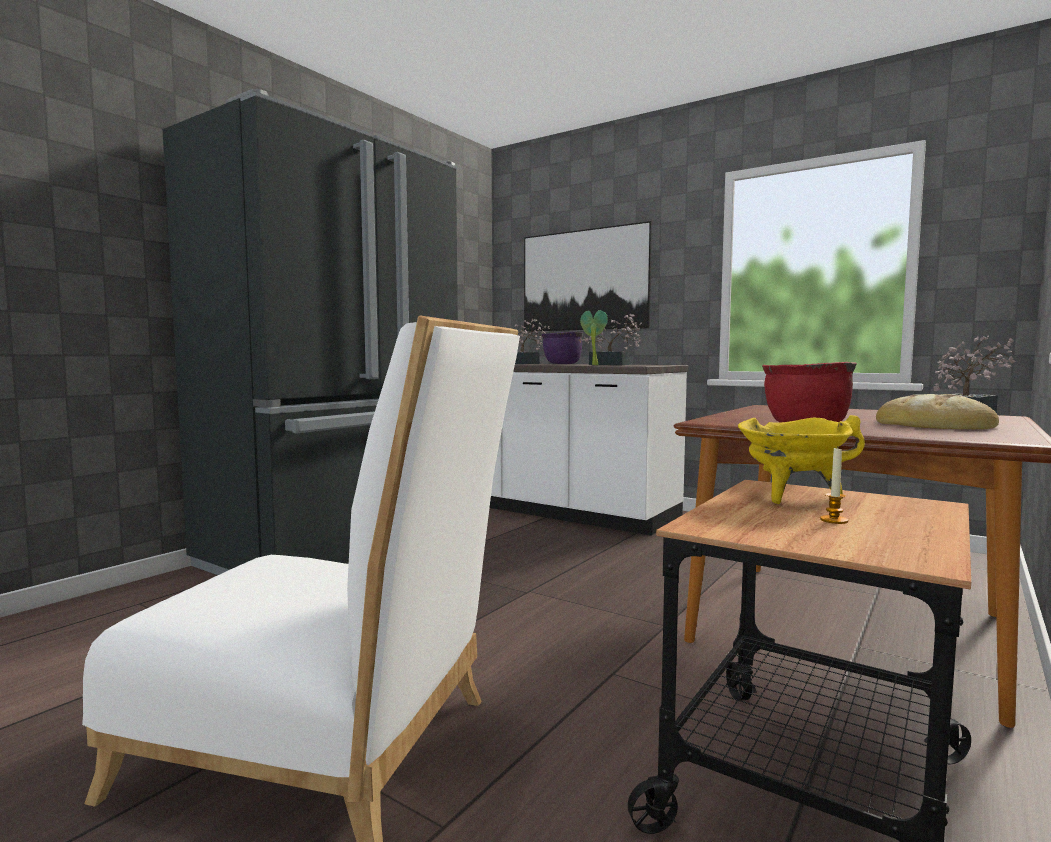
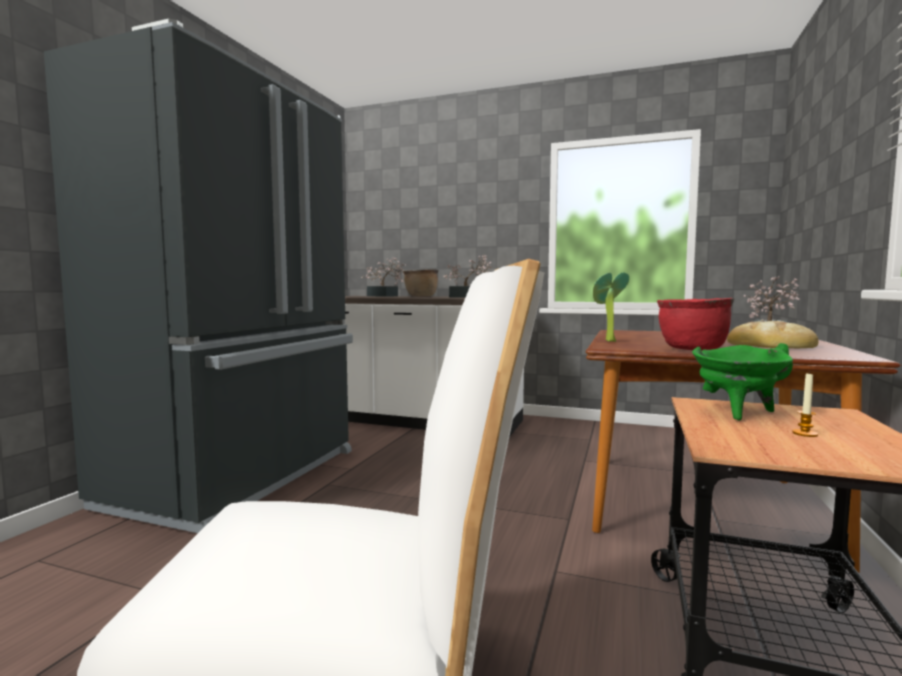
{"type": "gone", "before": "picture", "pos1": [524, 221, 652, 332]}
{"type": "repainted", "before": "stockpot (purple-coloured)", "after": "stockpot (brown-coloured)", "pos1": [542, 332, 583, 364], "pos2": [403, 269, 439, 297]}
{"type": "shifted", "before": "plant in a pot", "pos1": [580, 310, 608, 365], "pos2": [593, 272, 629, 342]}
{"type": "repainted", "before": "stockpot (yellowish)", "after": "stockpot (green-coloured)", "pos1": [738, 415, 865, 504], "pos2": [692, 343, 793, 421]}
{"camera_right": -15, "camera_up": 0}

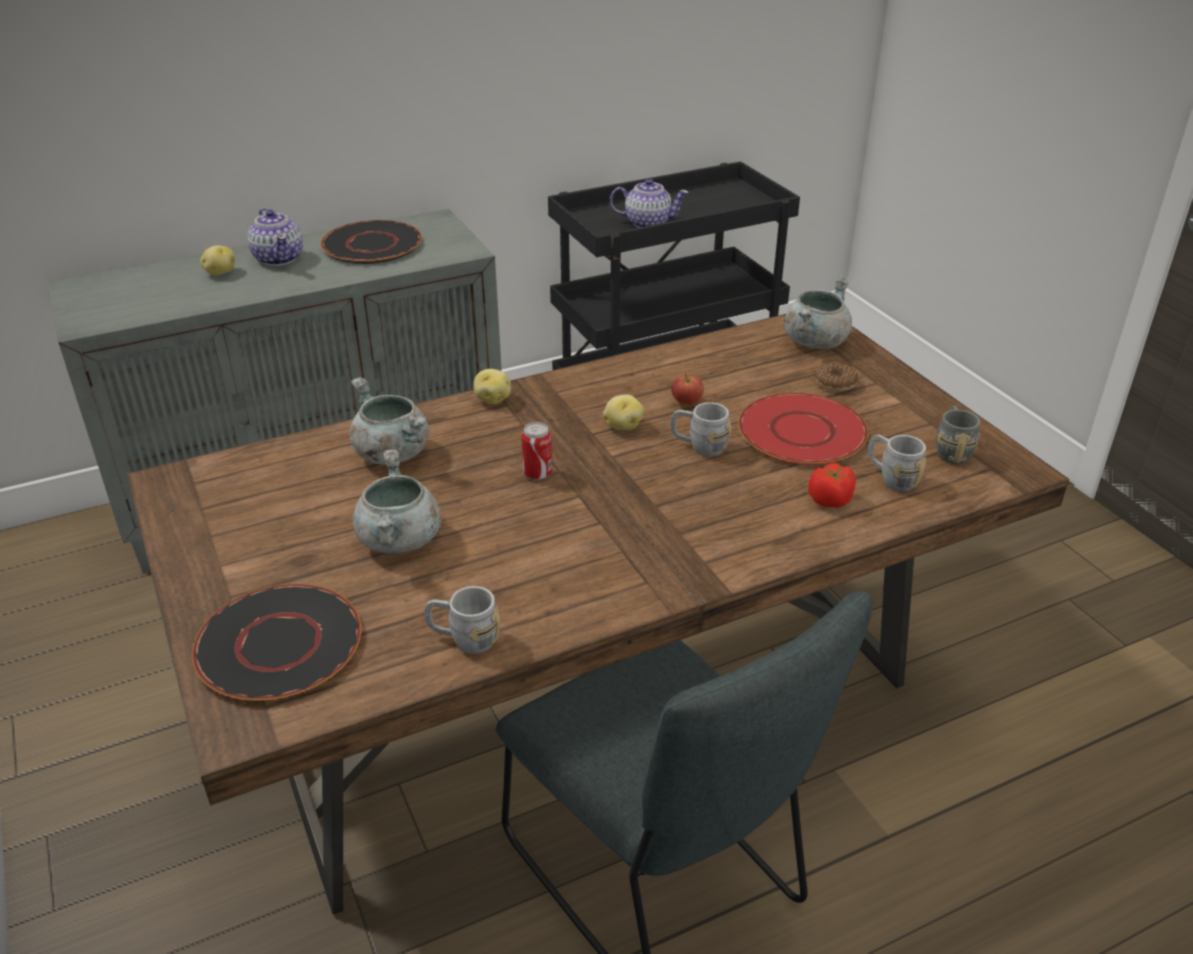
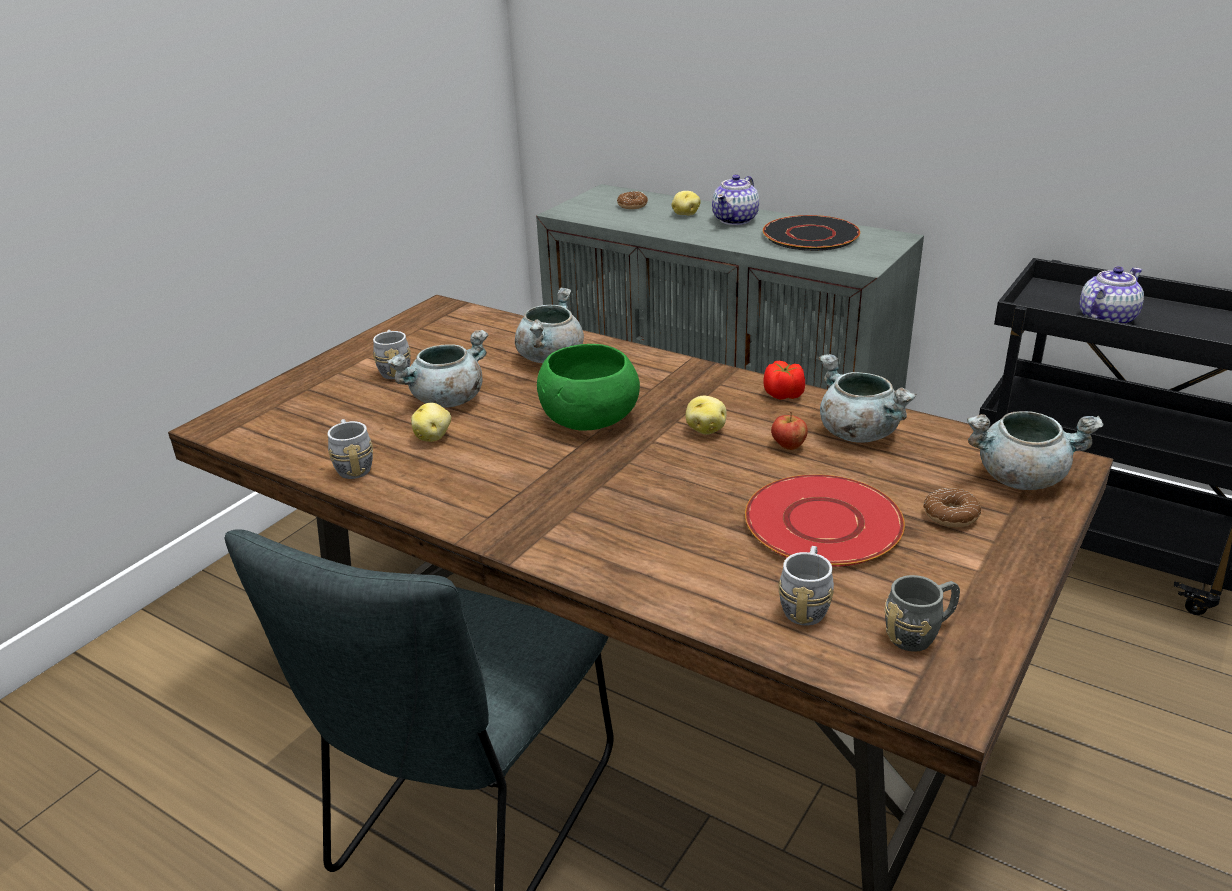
{"type": "gone", "before": "flat dish (black)", "pos1": [192, 584, 362, 701]}
{"type": "shifted", "before": "whole potato", "pos1": [473, 369, 511, 404], "pos2": [411, 403, 451, 442]}
{"type": "swapped", "before": "can", "after": "deep dish (green-coloured)", "pos1": [521, 422, 552, 480], "pos2": [537, 344, 640, 431]}
{"type": "rotated", "before": "tea pot", "pos1": [610, 179, 689, 228], "pos2": [1079, 266, 1144, 324], "turn": -105}
{"type": "shifted", "before": "coffee mug (greyish)", "pos1": [670, 402, 731, 456], "pos2": [373, 330, 411, 379]}
{"type": "shifted", "before": "whole tomato", "pos1": [808, 463, 856, 508], "pos2": [763, 361, 805, 400]}
{"type": "new", "after": "doughnut", "pos2": [617, 191, 648, 209]}
{"type": "new", "after": "stockpot (greyish)", "pos2": [819, 354, 917, 443]}
{"camera_right": 60, "camera_up": -5}

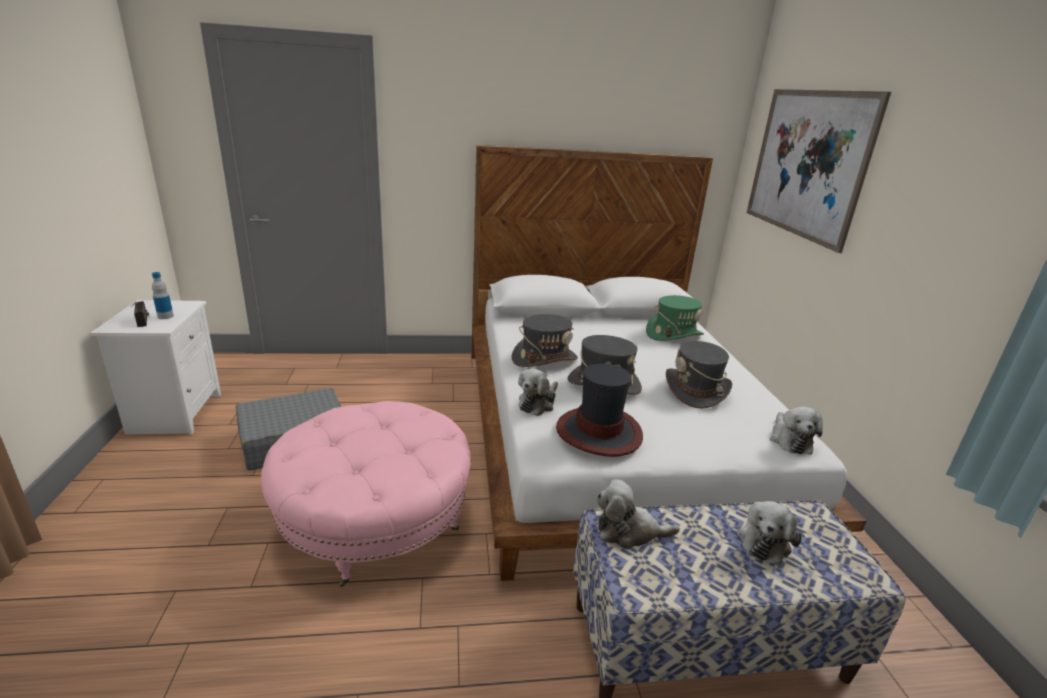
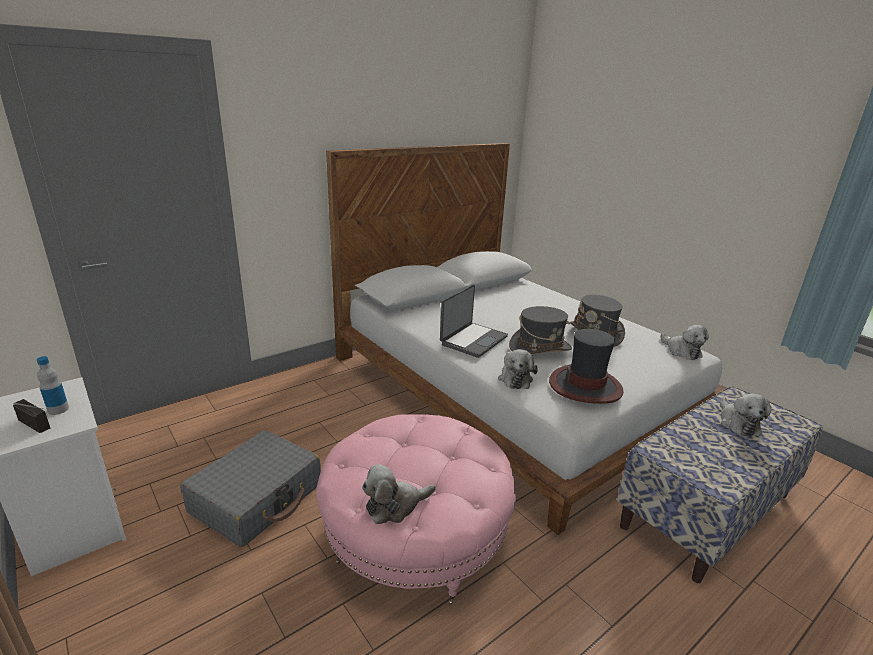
{"type": "swapped", "before": "hat (greyish)", "after": "laptop", "pos1": [512, 314, 578, 367], "pos2": [440, 285, 508, 358]}
{"type": "shifted", "before": "soft toy", "pos1": [597, 479, 680, 549], "pos2": [362, 464, 435, 524]}
{"type": "gone", "before": "hat (green-coloured)", "pos1": [646, 295, 704, 341]}
{"type": "gone", "before": "picture", "pos1": [747, 89, 891, 253]}
{"camera_right": -30, "camera_up": 0}

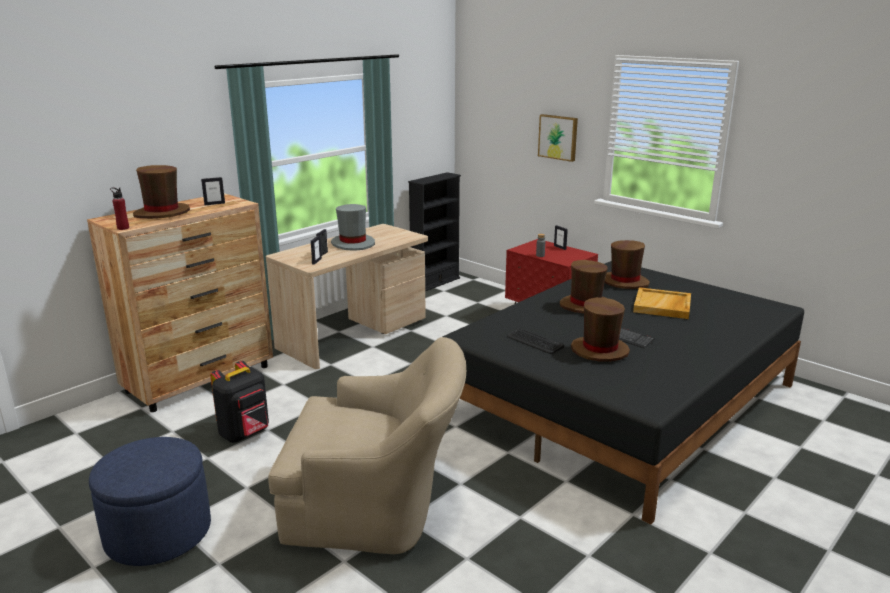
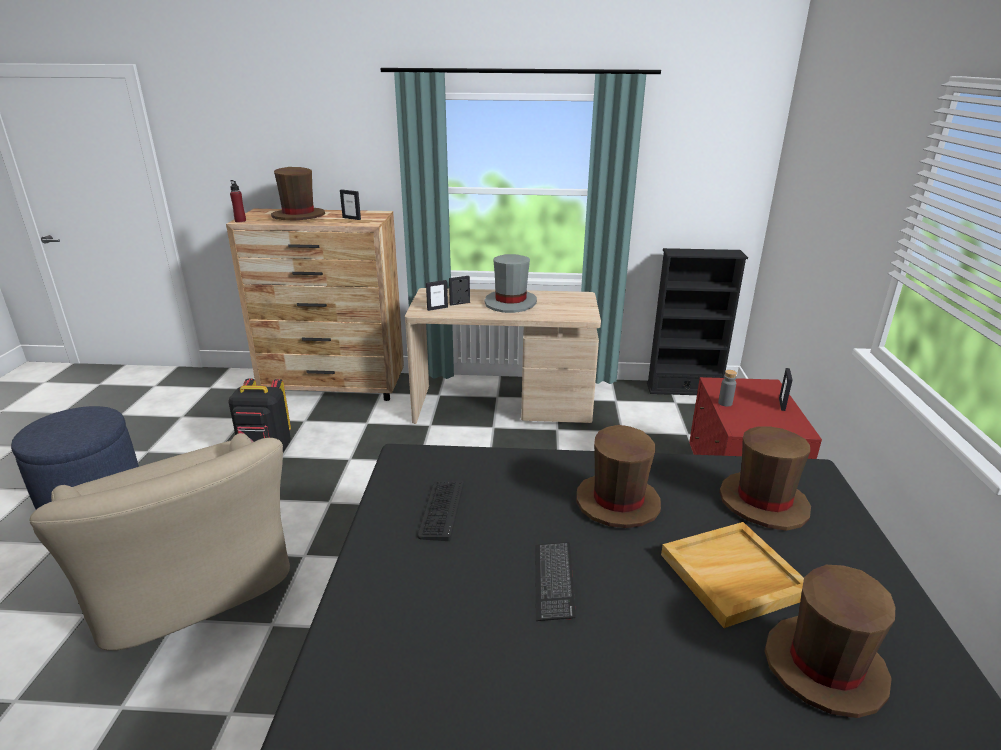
{"type": "gone", "before": "picture", "pos1": [538, 114, 578, 162]}
{"type": "shifted", "before": "hat (brown-coloured)", "pos1": [571, 297, 630, 362], "pos2": [764, 565, 895, 718]}
{"camera_right": 50, "camera_up": 5}

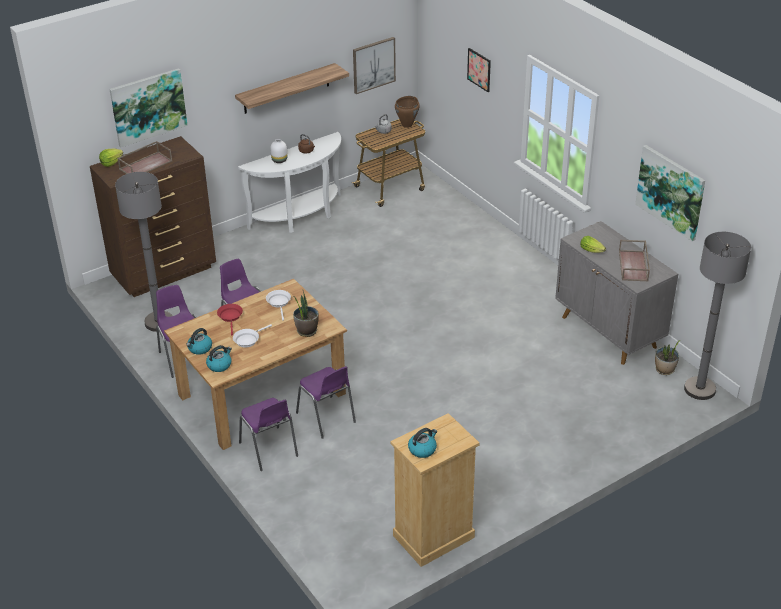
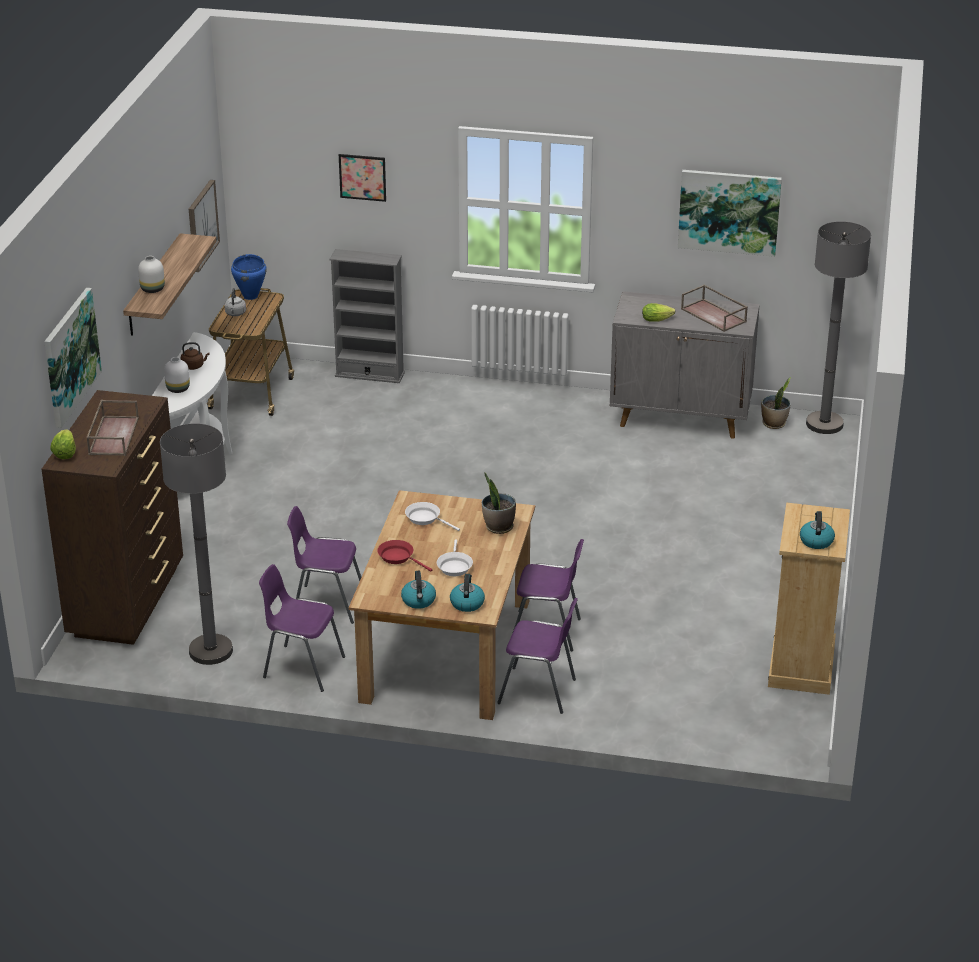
{"type": "repainted", "before": "stockpot (brown-coloured)", "after": "stockpot (blue)", "pos1": [395, 96, 420, 128], "pos2": [231, 254, 267, 300]}
{"type": "new", "after": "decorative vase (white-coloured)", "pos2": [138, 256, 165, 293]}
{"type": "new", "after": "bookshelf (greyish)", "pos2": [329, 249, 405, 383]}
{"camera_right": -45, "camera_up": -5}

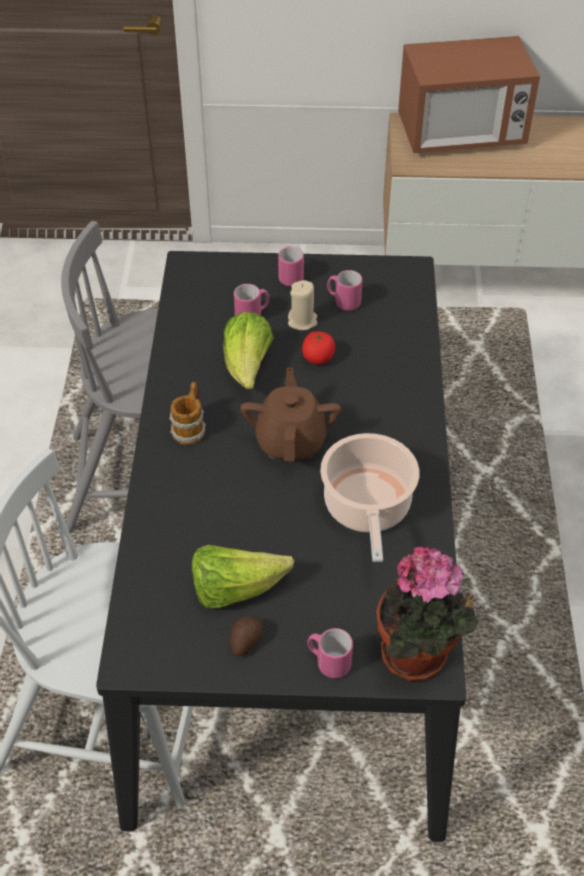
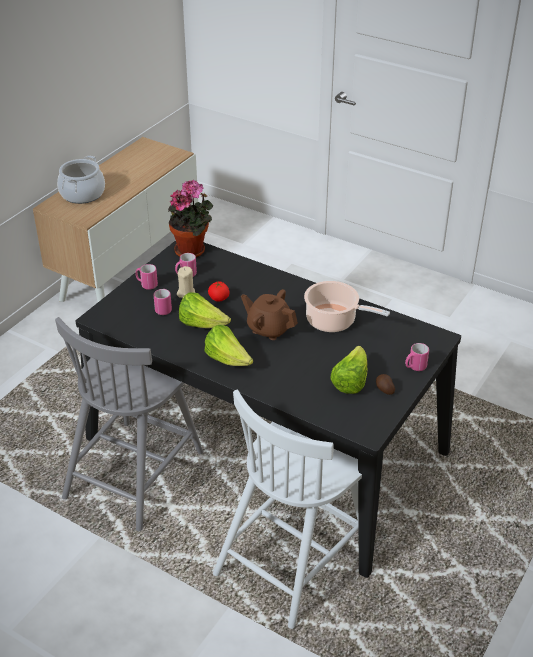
{"type": "swapped", "before": "coffee mug", "after": "lettuce head", "pos1": [169, 382, 206, 445], "pos2": [205, 325, 253, 366]}
{"type": "shifted", "before": "plant in a pot", "pos1": [376, 547, 478, 681], "pos2": [168, 180, 213, 258]}
{"type": "swapped", "before": "microwave oven", "after": "stockpot", "pos1": [398, 36, 540, 153], "pos2": [57, 156, 105, 204]}
{"camera_right": -60, "camera_up": -10}

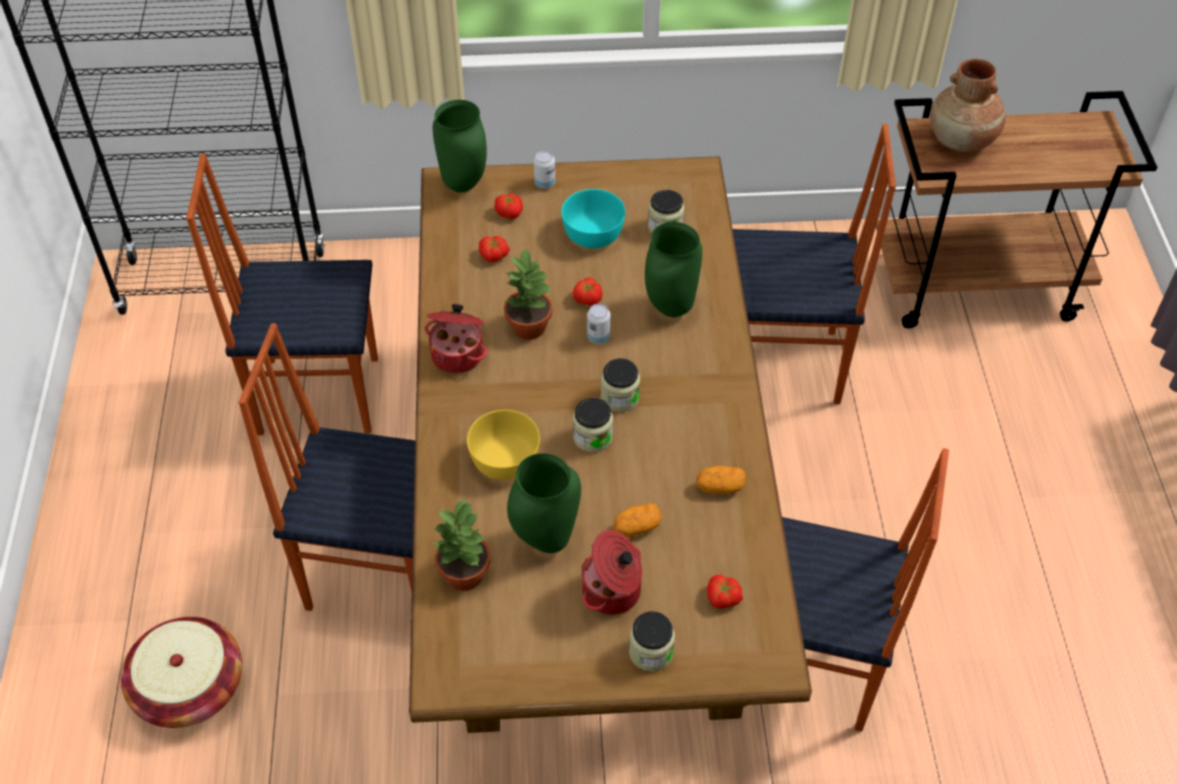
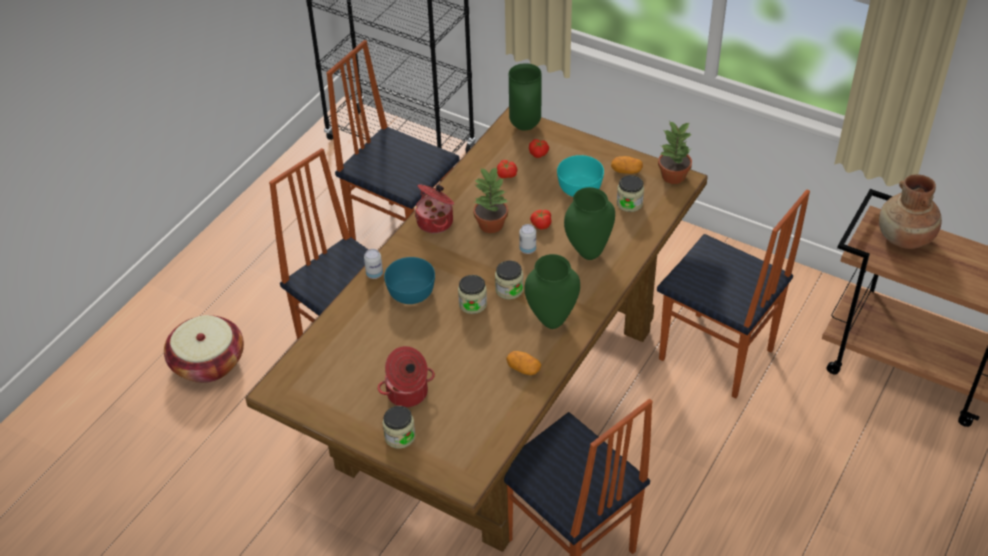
{"type": "shifted", "before": "plant in a pot", "pos1": [433, 498, 491, 591], "pos2": [658, 122, 692, 184]}
{"type": "repainted", "before": "deep dish (yellowish)", "after": "deep dish (blue-green)", "pos1": [467, 410, 540, 480], "pos2": [384, 257, 435, 304]}
{"type": "shifted", "before": "decorative vase (green-coloured)", "pos1": [507, 453, 581, 553], "pos2": [524, 254, 580, 329]}
{"type": "shifted", "before": "can", "pos1": [534, 150, 555, 189], "pos2": [364, 249, 383, 279]}
{"type": "shifted", "before": "whole potato", "pos1": [613, 503, 662, 537], "pos2": [611, 156, 643, 174]}
{"type": "gone", "before": "whole tomato", "pos1": [707, 575, 743, 609]}
{"camera_right": 35, "camera_up": -5}

